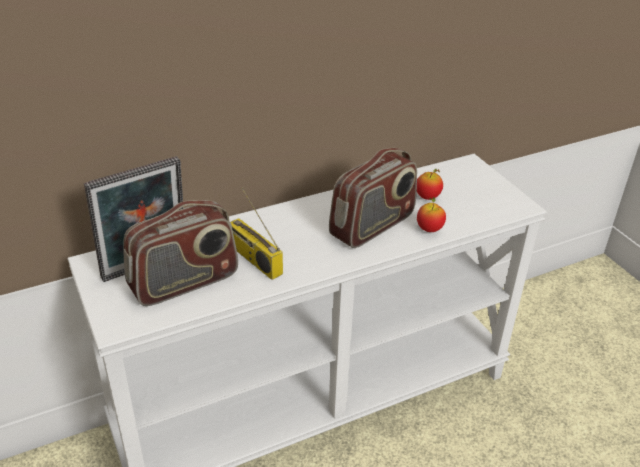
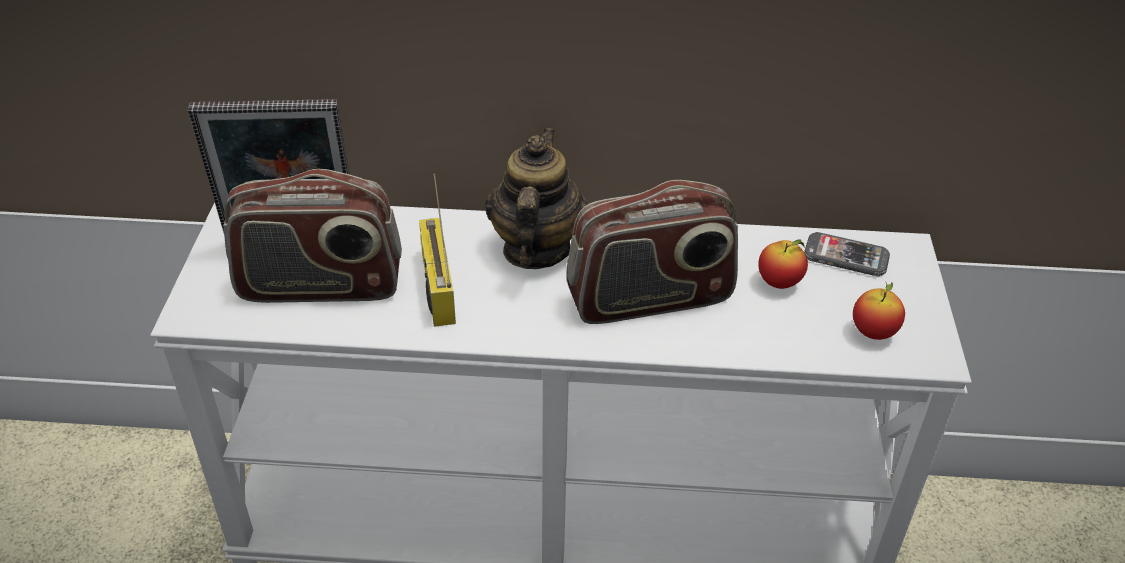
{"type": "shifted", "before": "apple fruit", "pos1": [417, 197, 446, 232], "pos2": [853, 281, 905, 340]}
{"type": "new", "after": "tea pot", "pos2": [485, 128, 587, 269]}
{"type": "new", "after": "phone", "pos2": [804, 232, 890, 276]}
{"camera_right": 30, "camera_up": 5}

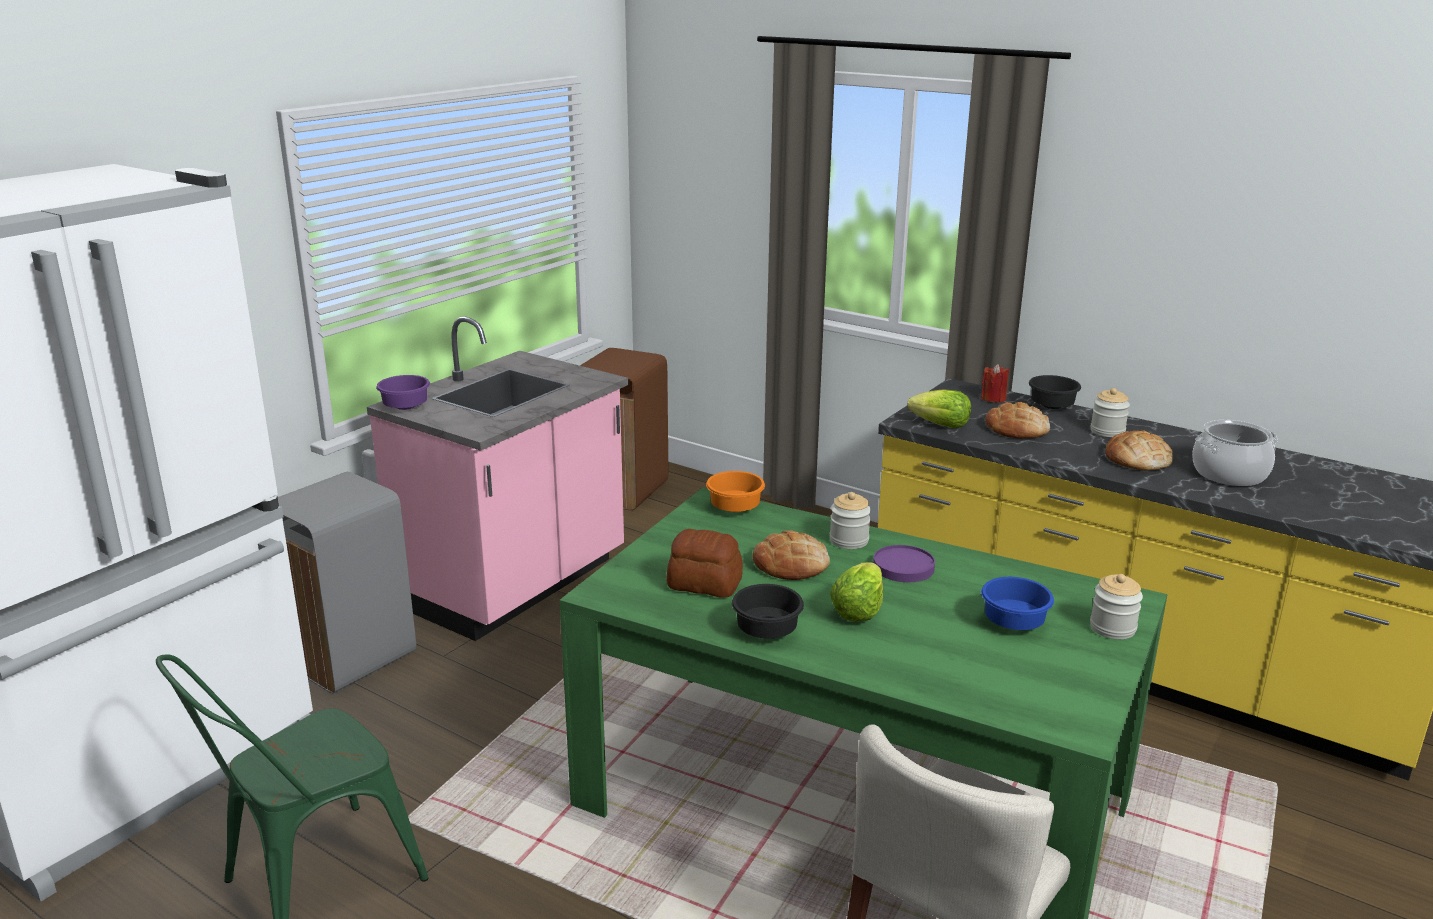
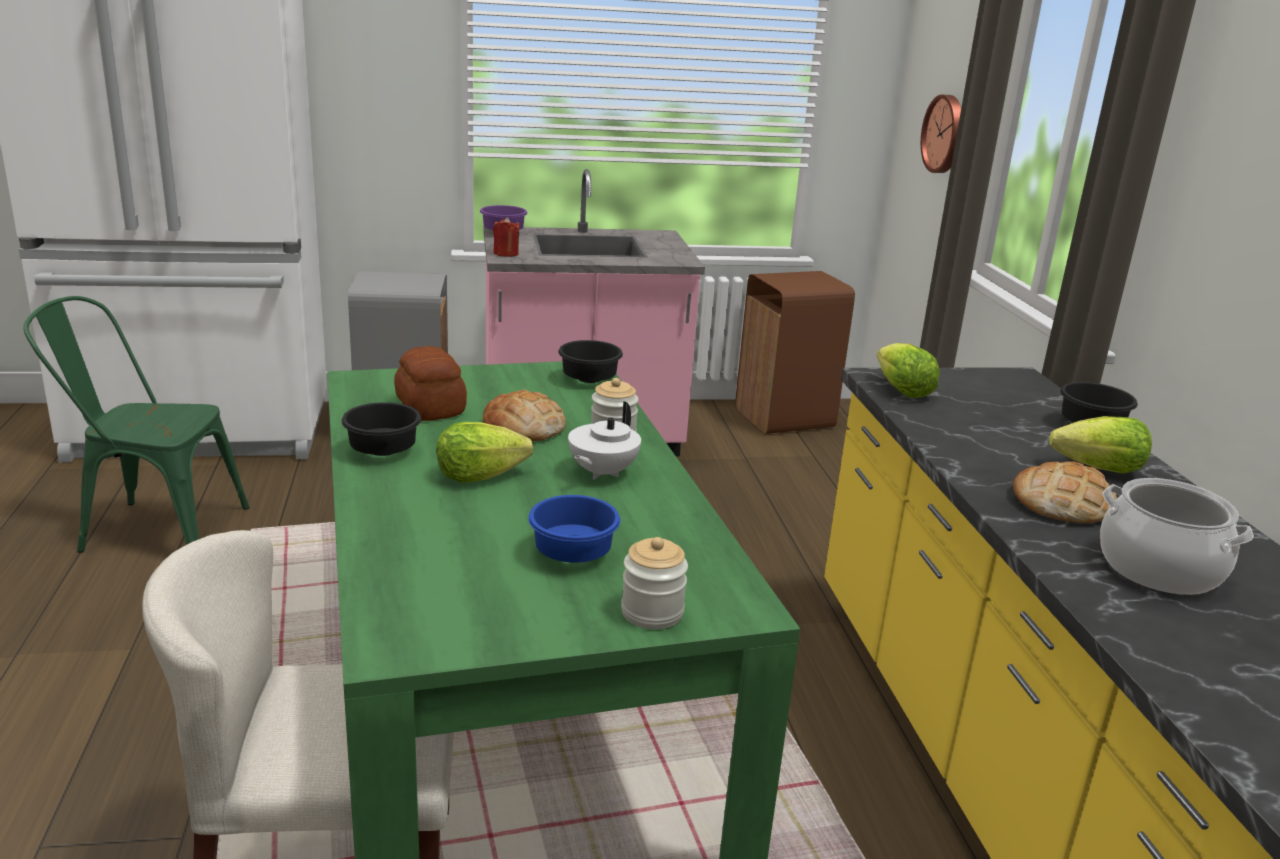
{"type": "repainted", "before": "deep dish (orangey)", "after": "deep dish (black)", "pos1": [706, 471, 765, 512], "pos2": [558, 340, 623, 383]}
{"type": "swapped", "before": "flat dish (purple-coloured)", "after": "tea pot (white-coloured)", "pos1": [873, 545, 935, 582], "pos2": [568, 401, 641, 480]}
{"type": "shifted", "before": "candle (reddish)", "pos1": [981, 364, 1009, 403], "pos2": [493, 217, 519, 257]}
{"type": "gone", "before": "bread", "pos1": [985, 402, 1050, 438]}
{"type": "swapped", "before": "storage jar", "after": "lettuce head", "pos1": [1090, 388, 1130, 437], "pos2": [1049, 416, 1152, 474]}
{"type": "new", "after": "hanging clock", "pos2": [921, 95, 961, 173]}
{"camera_right": 45, "camera_up": 0}

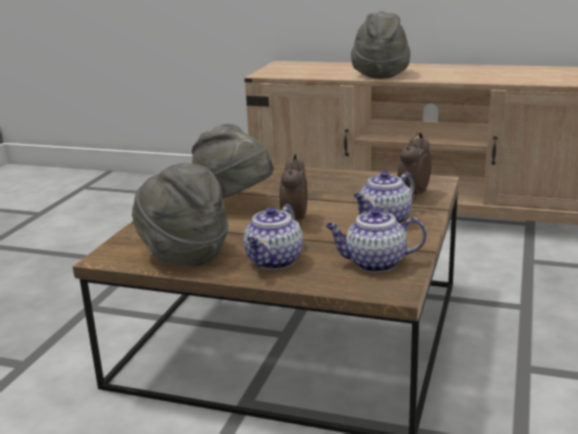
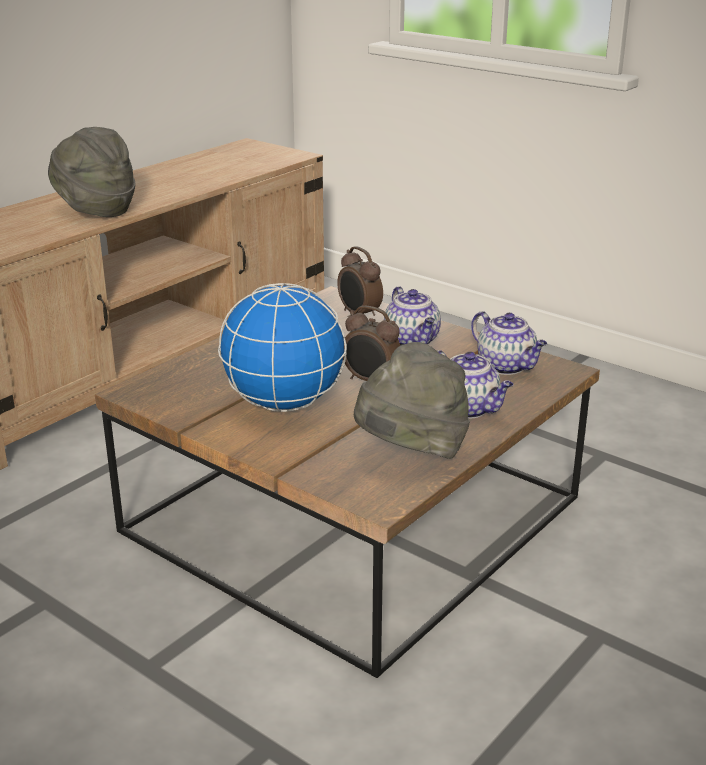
{"type": "swapped", "before": "hat (greyish)", "after": "world globe", "pos1": [192, 124, 274, 199], "pos2": [218, 283, 347, 412]}
{"type": "rotated", "before": "tea pot", "pos1": [325, 208, 427, 273], "pos2": [471, 311, 547, 375], "turn": -60}
{"camera_right": -70, "camera_up": 5}

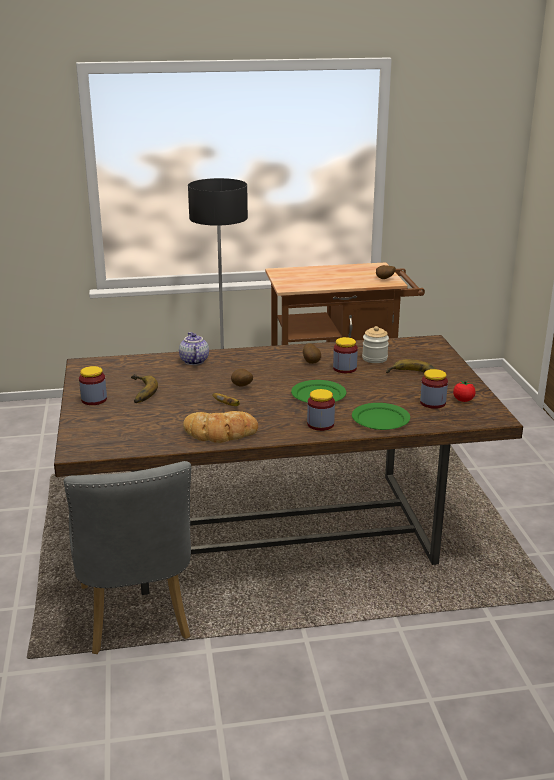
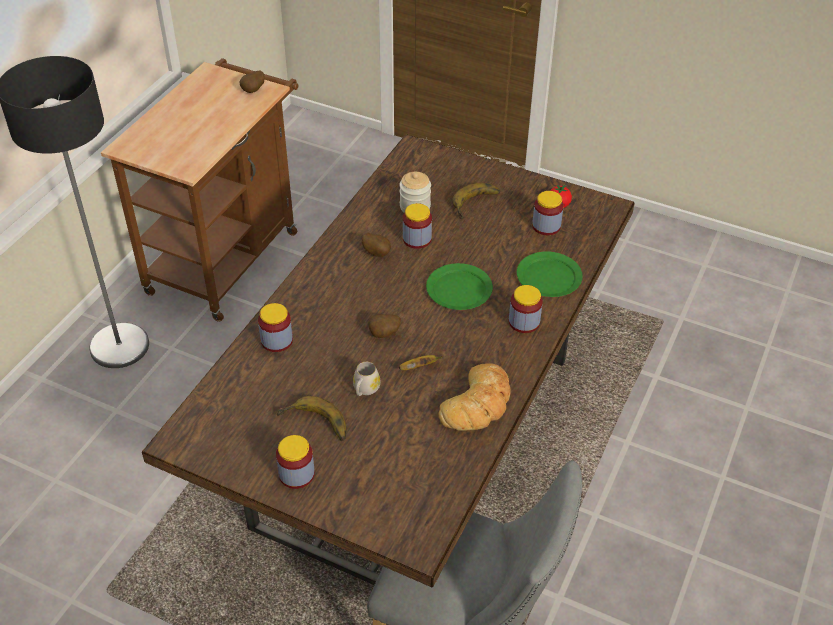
{"type": "swapped", "before": "tea pot", "after": "storage jar", "pos1": [179, 332, 209, 365], "pos2": [258, 303, 293, 352]}
{"type": "new", "after": "coffee mug (white-coloured)", "pos2": [353, 362, 380, 396]}
{"camera_right": -55, "camera_up": 20}

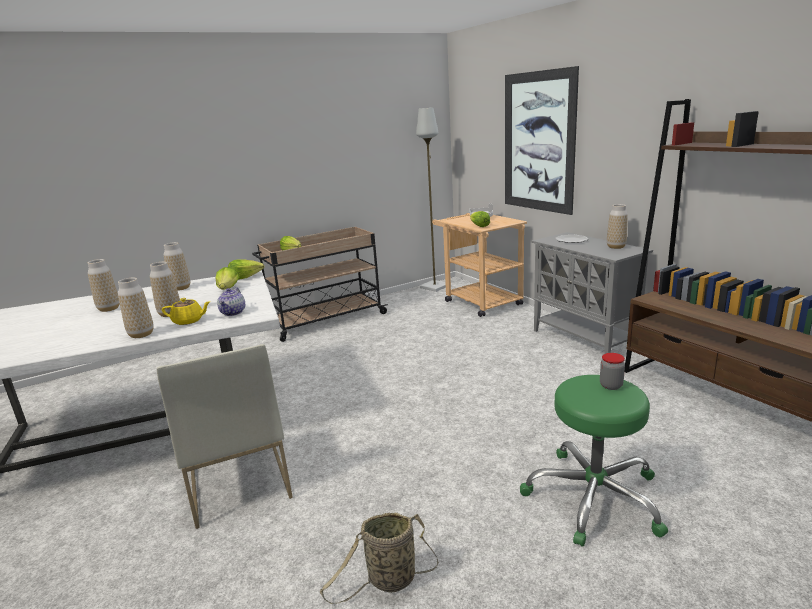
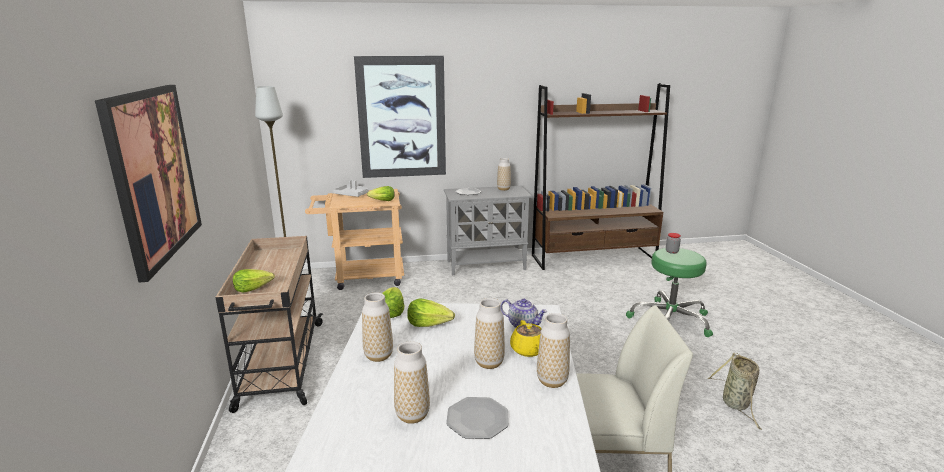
{"type": "rotated", "before": "tea pot (yellowish)", "pos1": [162, 298, 211, 325], "pos2": [510, 320, 542, 357], "turn": 150}
{"type": "new", "after": "picture", "pos2": [95, 85, 202, 283]}
{"type": "new", "after": "flat dish", "pos2": [446, 397, 509, 439]}
{"camera_right": -70, "camera_up": 0}

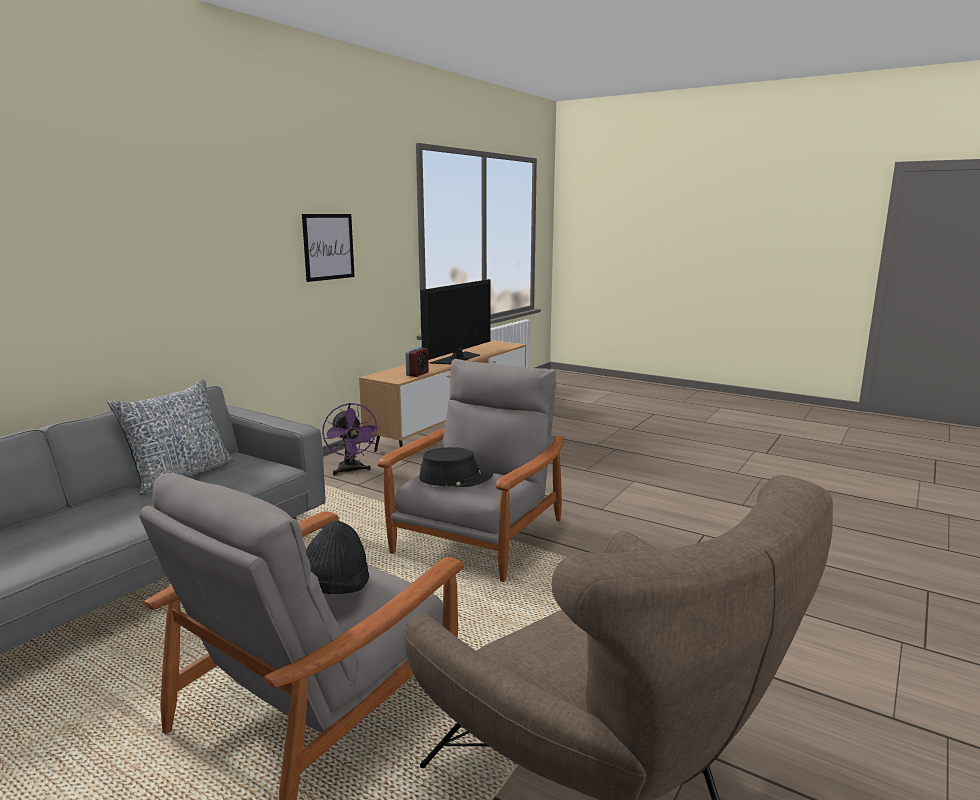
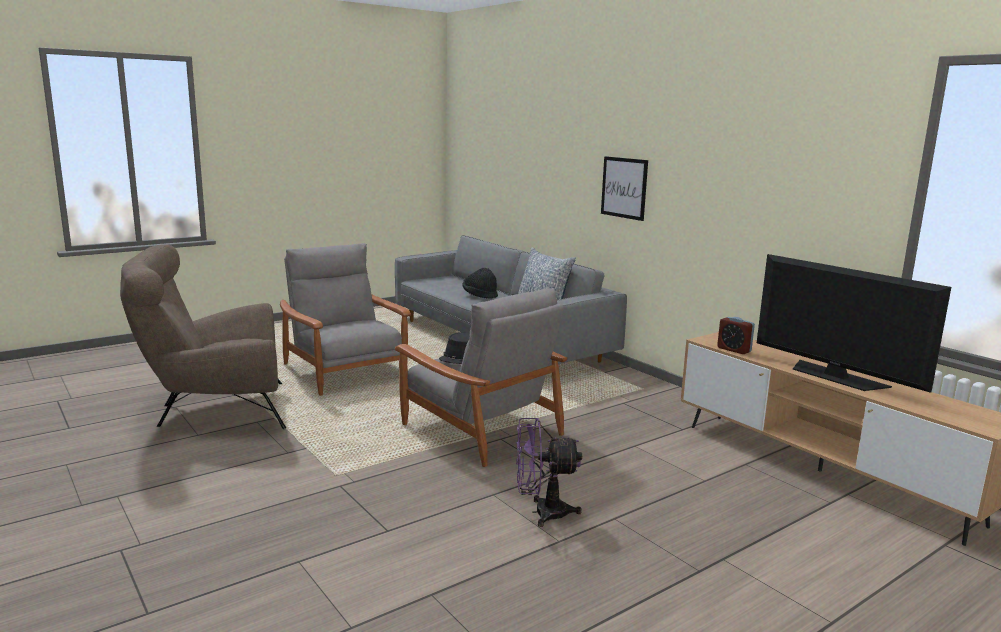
{"type": "shifted", "before": "picture", "pos1": [302, 214, 355, 282], "pos2": [601, 156, 648, 221]}
{"type": "shifted", "before": "hat (black)", "pos1": [306, 521, 369, 594], "pos2": [462, 268, 498, 299]}
{"type": "shifted", "before": "cooling fan (purple-coloured)", "pos1": [322, 403, 379, 475], "pos2": [516, 418, 582, 527]}
{"camera_right": 110, "camera_up": 0}

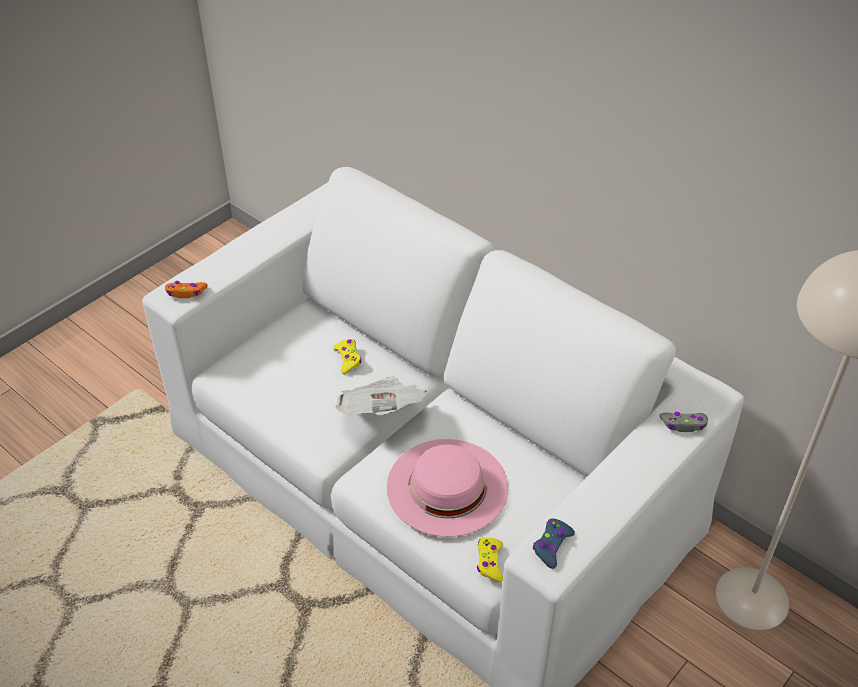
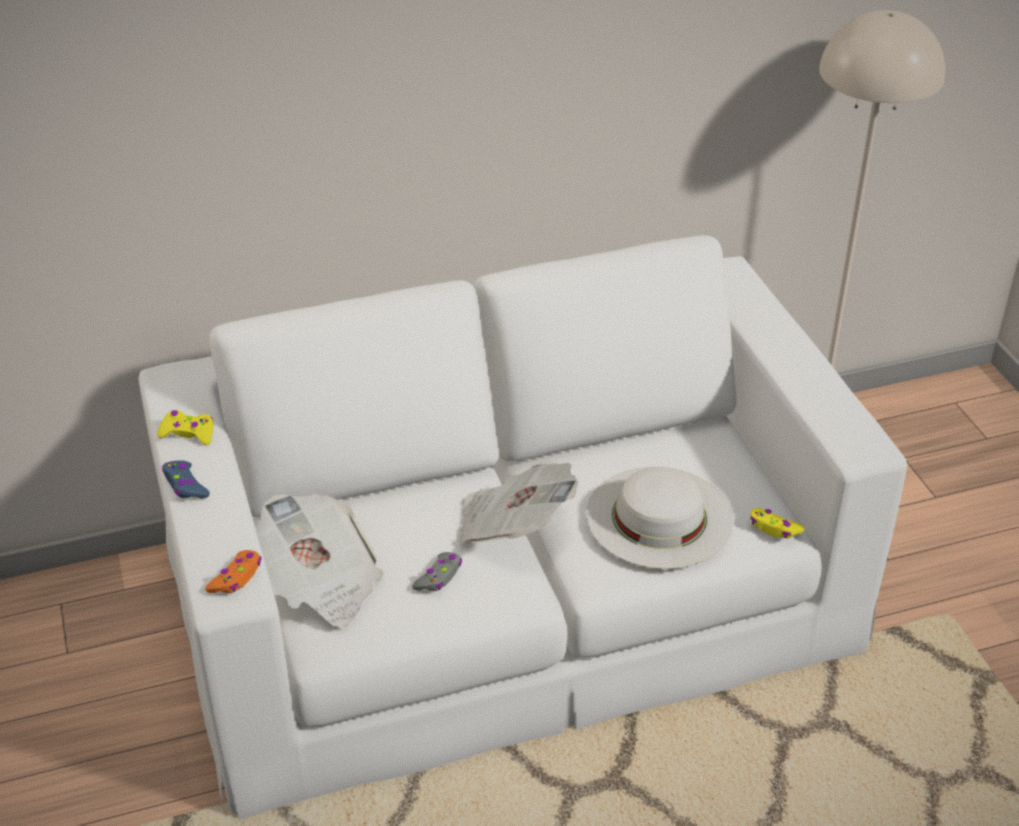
{"type": "shifted", "before": "gamepad (yellowish)", "pos1": [333, 339, 361, 374], "pos2": [157, 410, 213, 445]}
{"type": "repainted", "before": "hat (pinkish)", "after": "hat (white-coloured)", "pos1": [387, 439, 508, 537], "pos2": [586, 467, 733, 569]}
{"type": "shifted", "before": "gamepad (blue)", "pos1": [533, 518, 575, 569], "pos2": [162, 460, 210, 498]}
{"type": "shifted", "before": "gamepad (greyish)", "pos1": [660, 412, 708, 432], "pos2": [412, 552, 462, 591]}
{"type": "new", "after": "daily paper", "pos2": [256, 493, 384, 627]}
{"camera_right": -60, "camera_up": -5}

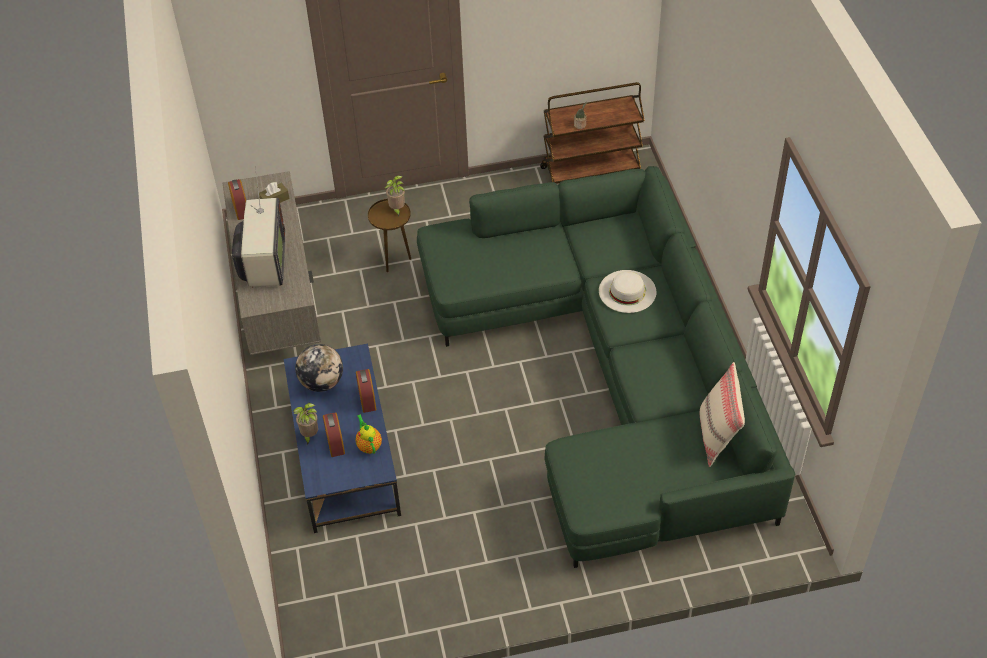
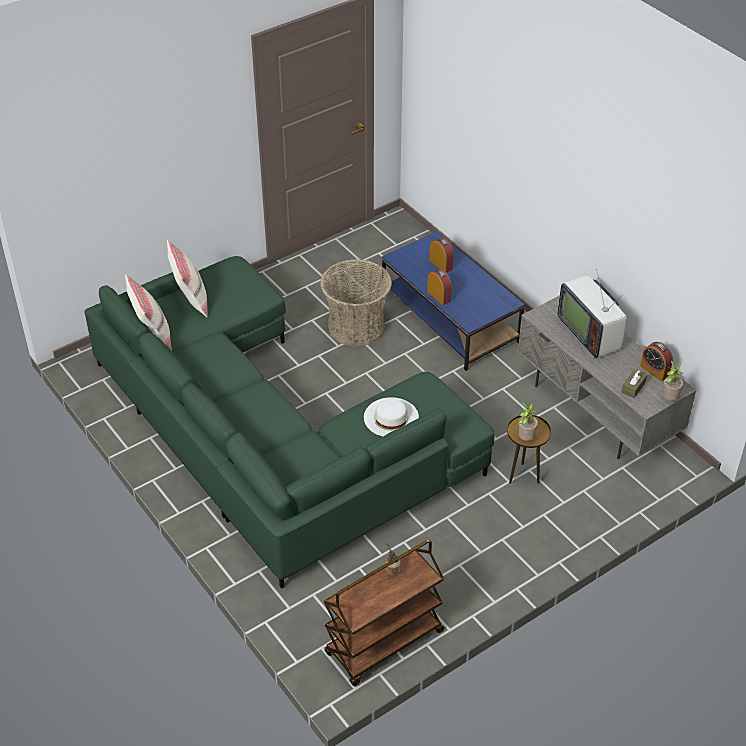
{"type": "shifted", "before": "plant in a pot", "pos1": [293, 403, 318, 445], "pos2": [663, 361, 684, 401]}
{"type": "gone", "before": "world globe", "pos1": [295, 344, 343, 392]}
{"type": "gone", "before": "tea pot", "pos1": [355, 414, 382, 454]}
{"type": "shifted", "before": "hat (white-coloured)", "pos1": [599, 270, 657, 313], "pos2": [364, 397, 419, 436]}
{"type": "new", "after": "pillow (sand-coloured)", "pos2": [167, 240, 208, 317]}
{"type": "new", "after": "household basket", "pos2": [320, 259, 392, 347]}
{"camera_right": 155, "camera_up": -5}

